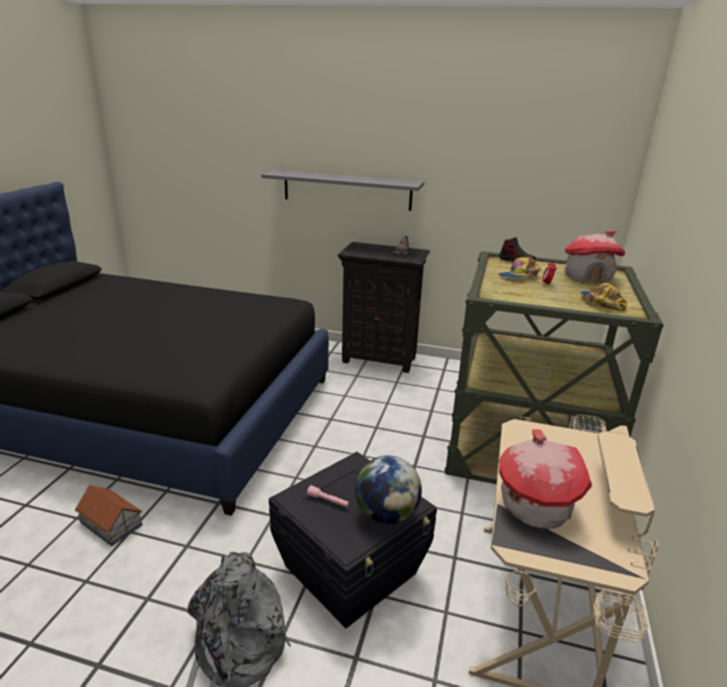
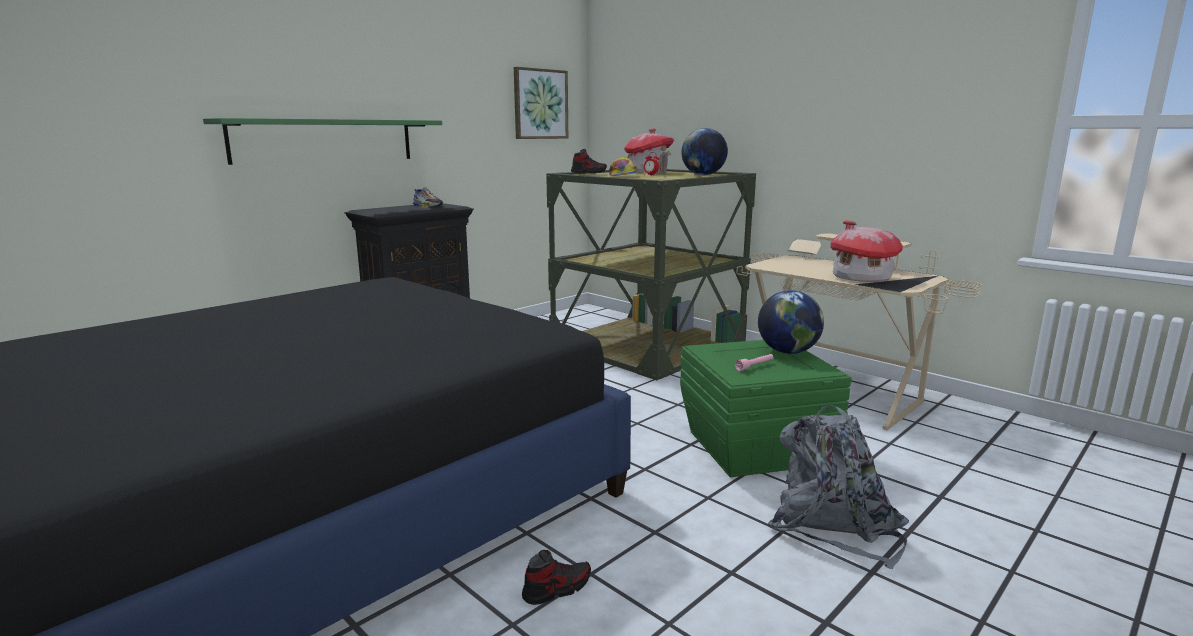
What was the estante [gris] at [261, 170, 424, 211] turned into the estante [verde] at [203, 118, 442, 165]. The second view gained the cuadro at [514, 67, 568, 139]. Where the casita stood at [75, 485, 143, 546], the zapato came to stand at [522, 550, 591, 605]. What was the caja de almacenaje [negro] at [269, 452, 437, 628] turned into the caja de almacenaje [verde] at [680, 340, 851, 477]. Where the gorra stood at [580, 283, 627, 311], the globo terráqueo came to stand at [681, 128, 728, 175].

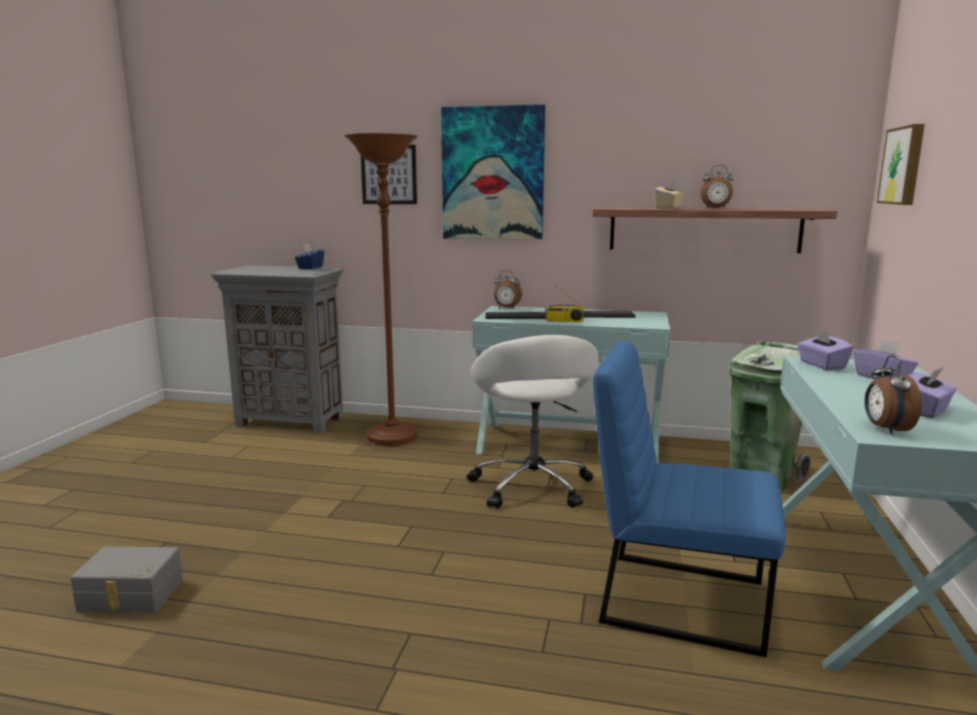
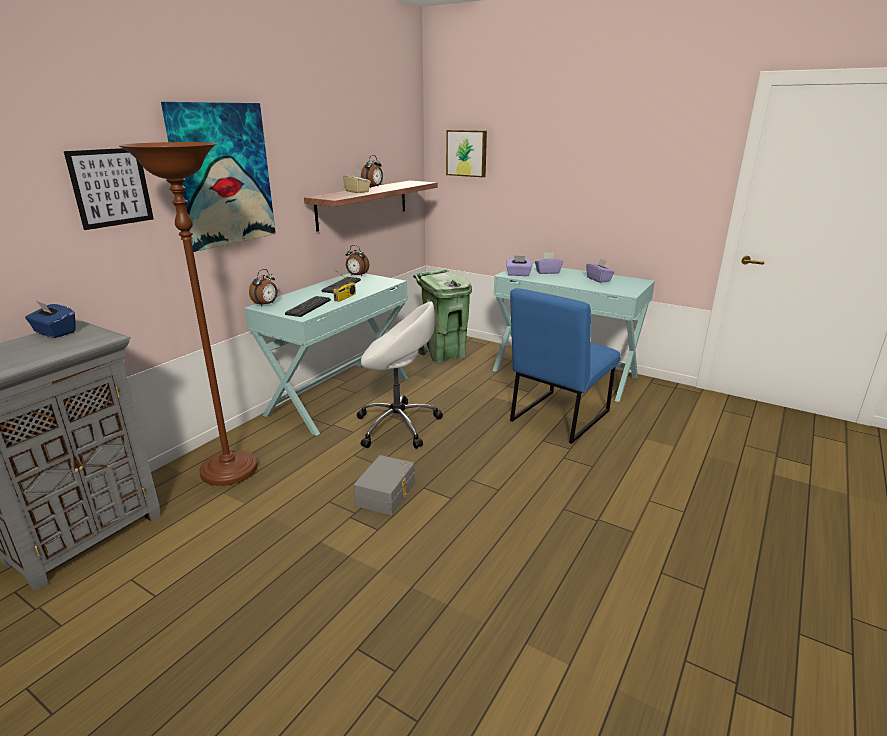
The despertador ended up elsewhere, having gone from [865, 355, 921, 435] to [346, 245, 369, 276]. The caja de almacenaje [gris] ended up elsewhere, having gone from [70, 547, 183, 612] to [354, 455, 415, 515].

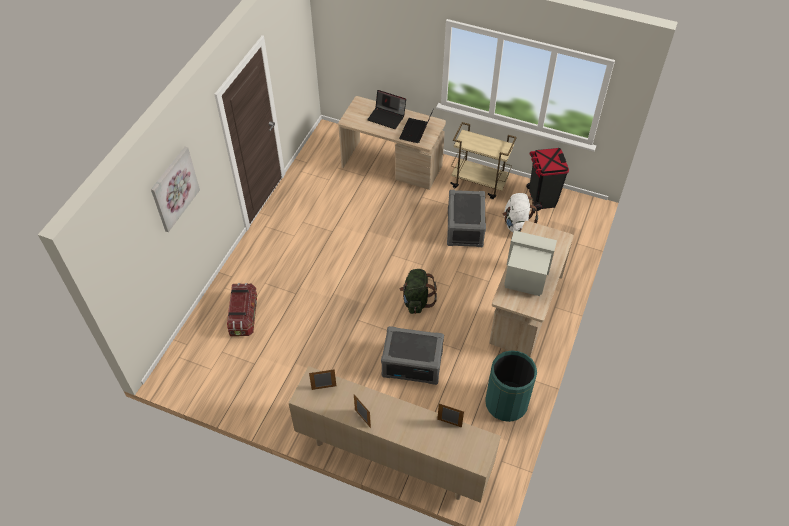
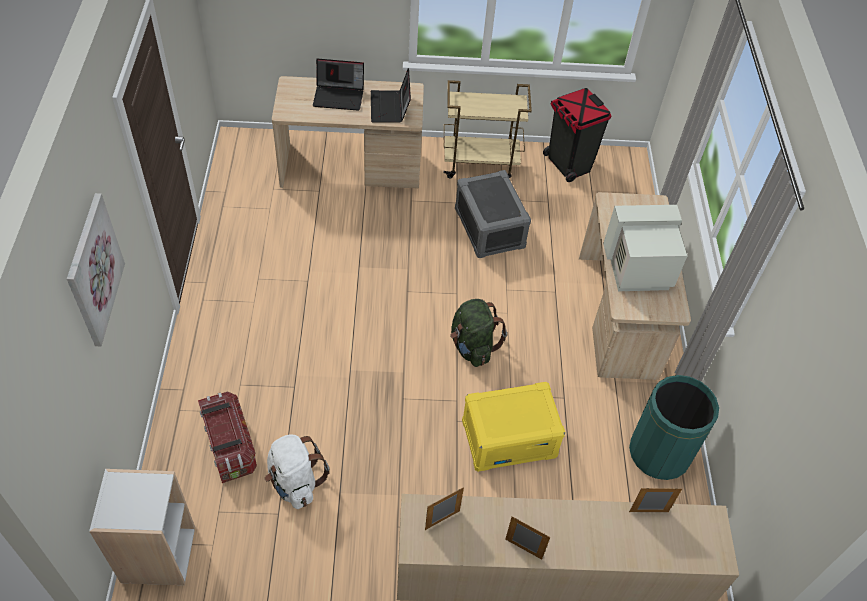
The second view gained the estantería at [89, 469, 195, 585]. The mochila [blanco] ended up elsewhere, having gone from [503, 193, 538, 232] to [265, 435, 329, 509]. What was the caja de almacenaje [gris] at [381, 326, 444, 385] turned into the caja de almacenaje [amarillo] at [462, 382, 566, 472].

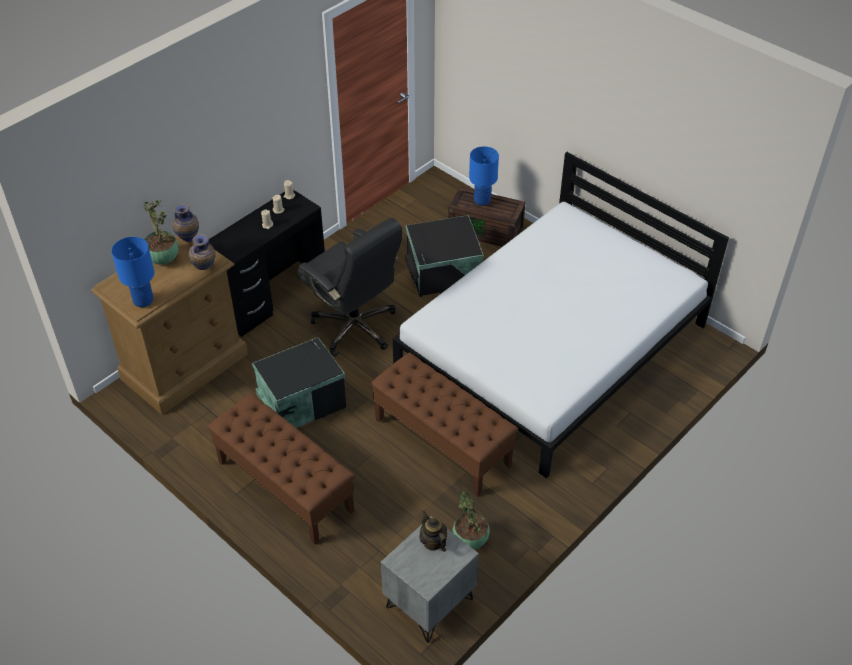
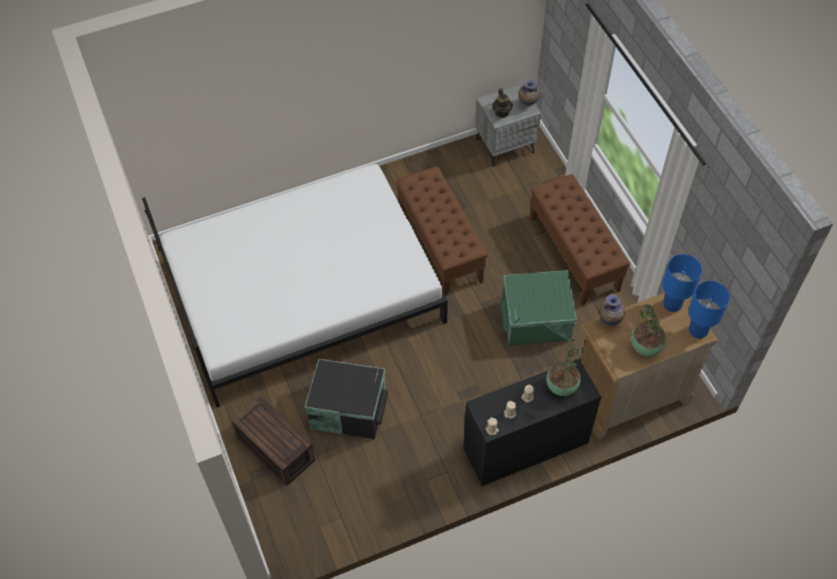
What was the caja de almacenaje [negro] at [252, 337, 346, 428] turned into the caja de almacenaje [verde] at [500, 270, 577, 346]. The florero ended up elsewhere, having gone from [173, 204, 199, 242] to [519, 79, 540, 106]. The planta en maceta ended up elsewhere, having gone from [453, 492, 490, 549] to [546, 339, 582, 396]. The lámpara de mesa [azul] ended up elsewhere, having gone from [469, 146, 499, 206] to [688, 281, 730, 339]. The second view lost the silla de oficina [negro] at [298, 218, 402, 357].

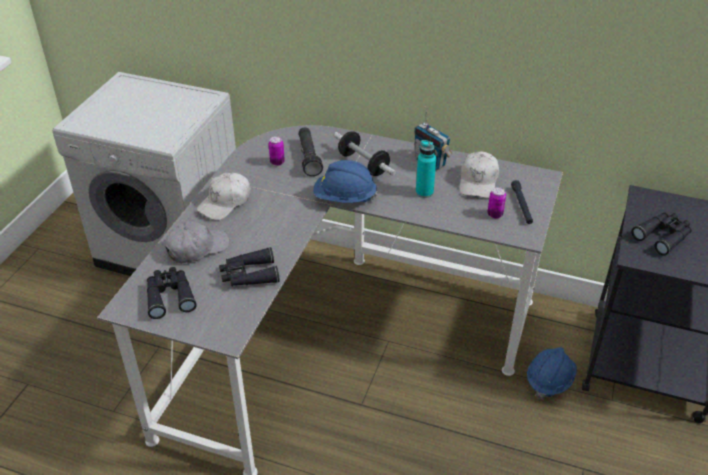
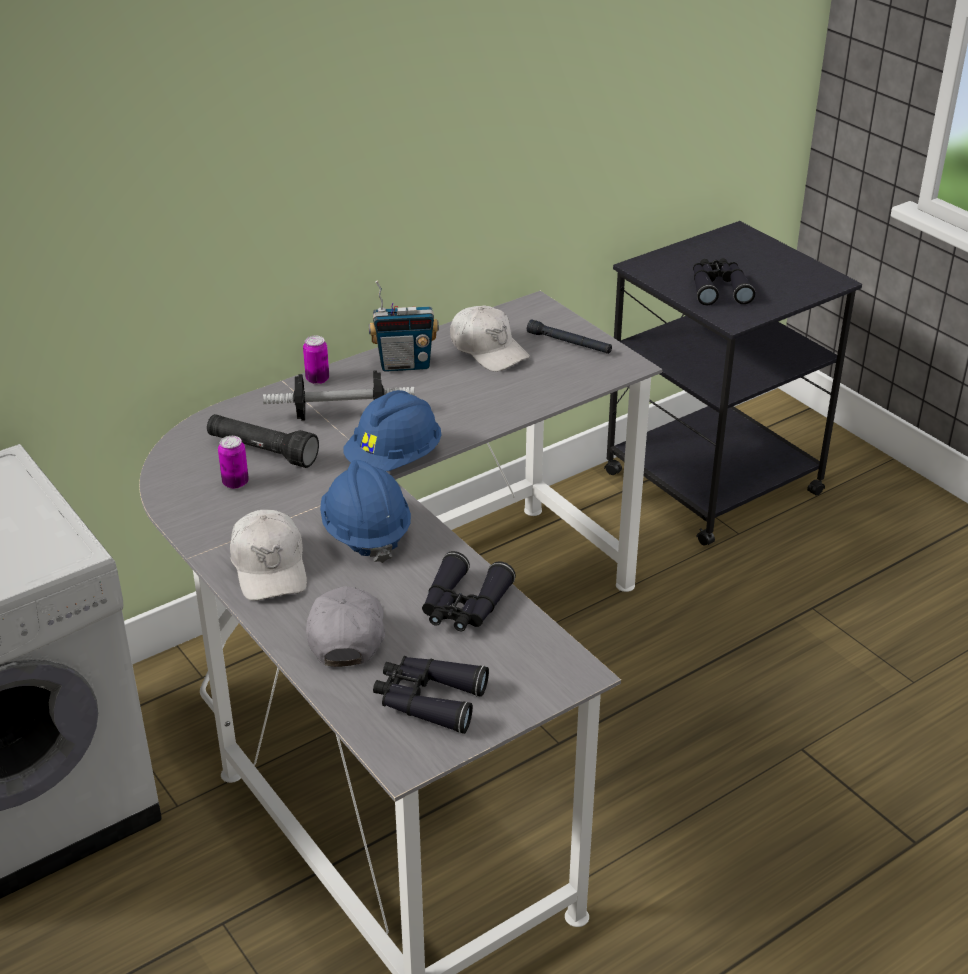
The lata ended up elsewhere, having gone from [487, 187, 506, 219] to [303, 336, 329, 384]. The casco [azul] ended up elsewhere, having gone from [527, 347, 577, 400] to [320, 460, 411, 563]. The second view lost the botella [turquesa] at [416, 140, 436, 198].

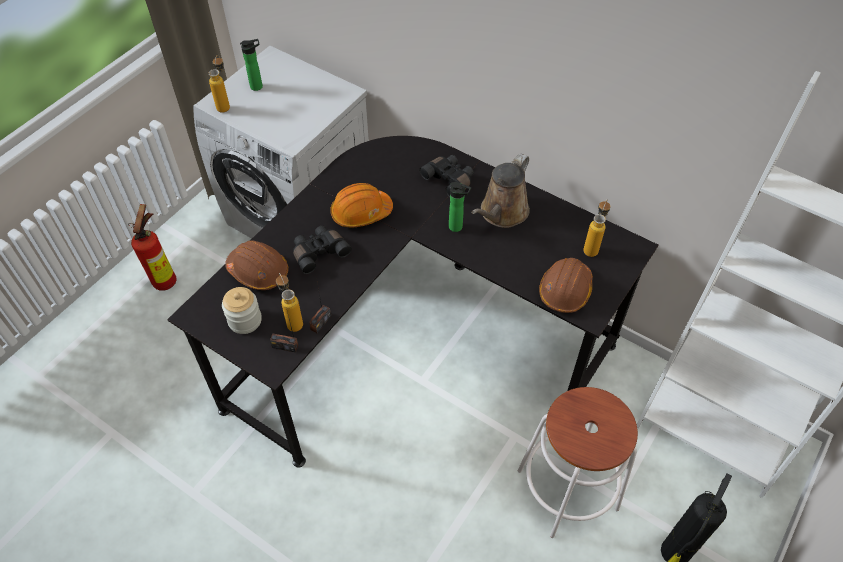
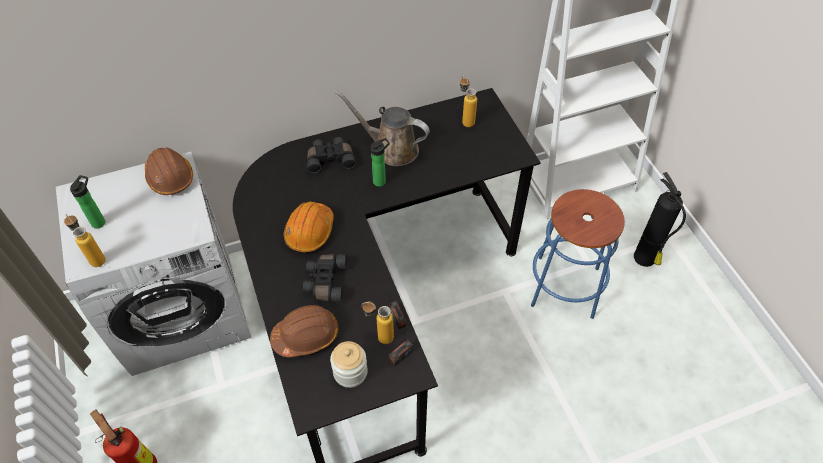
The casco [marrón] ended up elsewhere, having gone from [539, 258, 593, 313] to [145, 147, 193, 195]. The regadera [marrón] at [471, 154, 530, 228] ended up facing another way, 135 degrees clockwise from before. What was the taburete [blanco] at [518, 387, 638, 538] turned into the taburete [azul] at [531, 189, 625, 319].

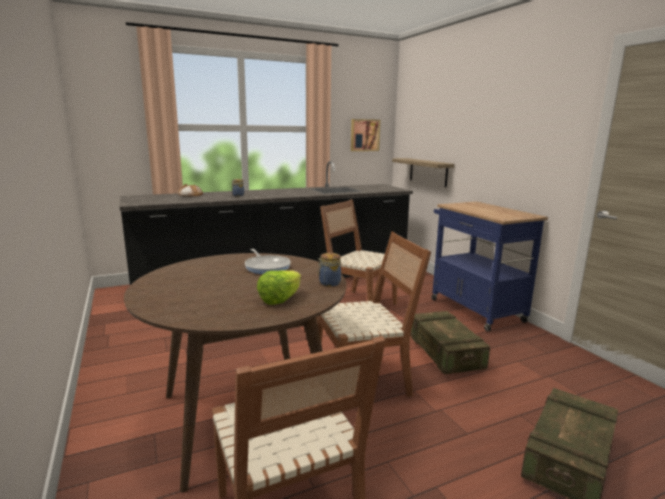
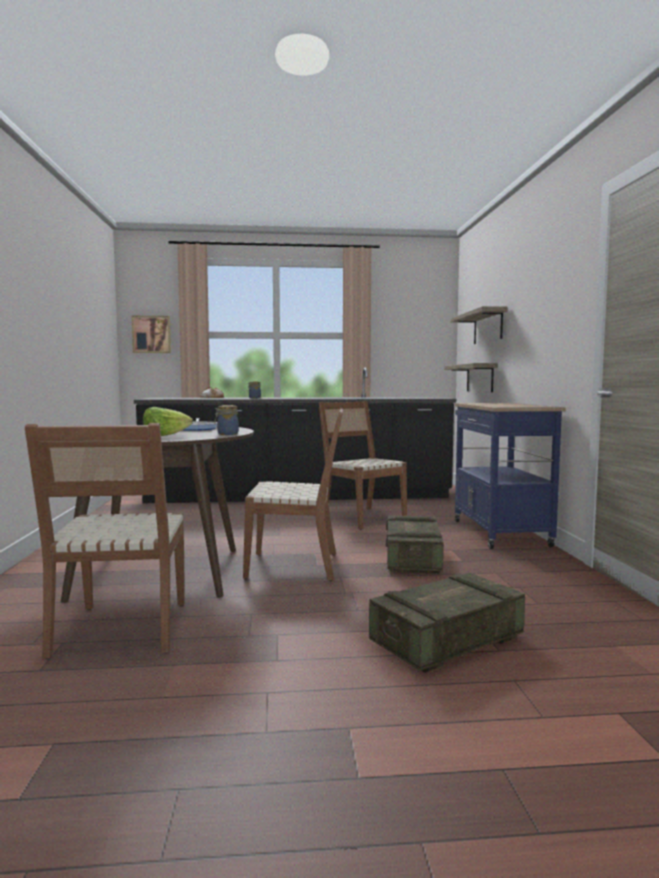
The cuadro ended up elsewhere, having gone from [351, 119, 380, 151] to [132, 316, 171, 353]. The second view gained the estante at [451, 306, 508, 344].

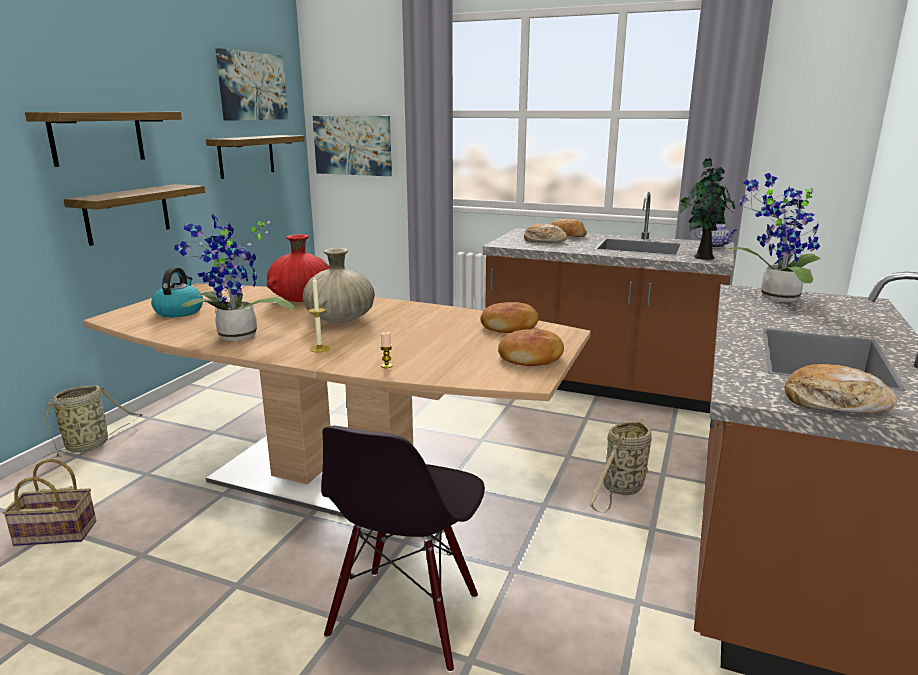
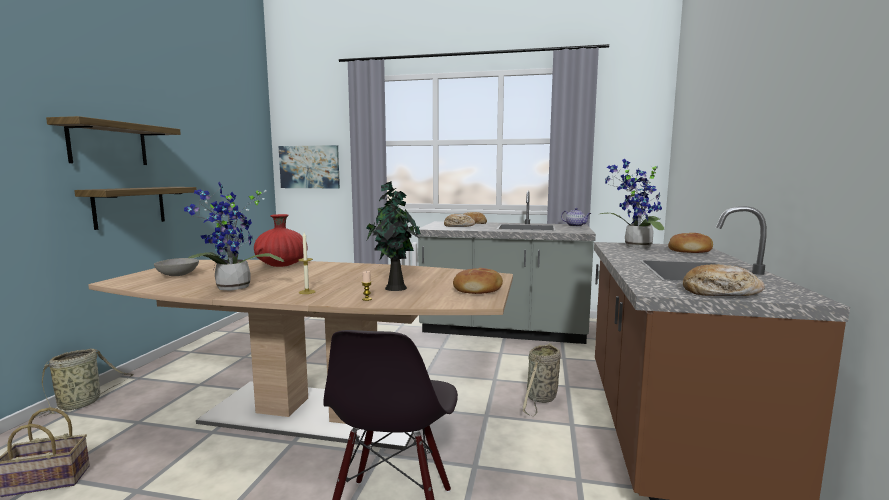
Where the hervidor stood at [151, 267, 203, 317], the cuenco [gris] came to stand at [154, 258, 199, 276]. The planta en maceta ended up elsewhere, having gone from [680, 158, 736, 260] to [366, 181, 421, 291]. What was the mueble bajo de cocina [marrón] at [483, 192, 734, 413] turned into the mueble bajo de cocina [gris] at [417, 191, 596, 344]. The pan ended up elsewhere, having gone from [480, 302, 539, 333] to [668, 233, 713, 253]. The second view lost the estante at [206, 135, 305, 179]. The second view lost the cuadro at [215, 48, 288, 121]. The second view lost the florero [beis] at [302, 248, 375, 323].

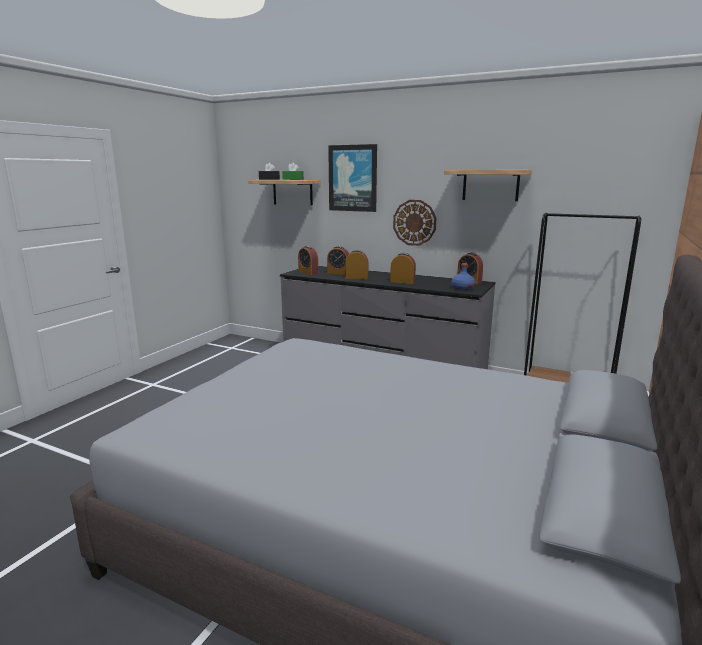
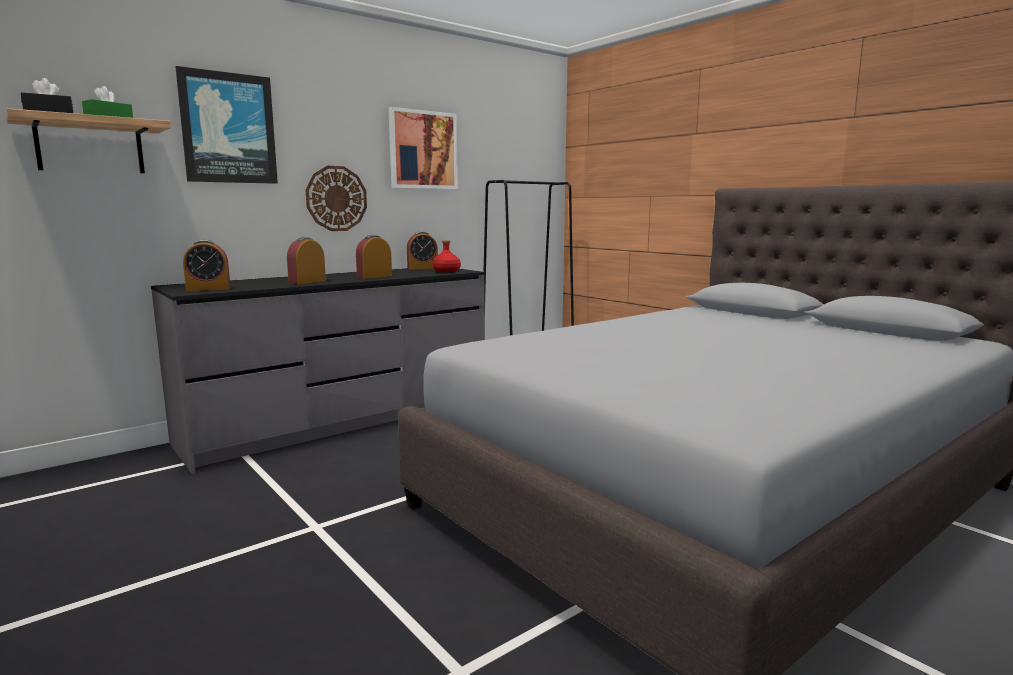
Where the estante hung at [444, 170, 533, 201], the cuadro came to hang at [388, 107, 458, 189]. What was the botella [azul] at [452, 263, 475, 290] turned into the botella [rojo] at [432, 240, 461, 272]. The second view lost the despertador at [327, 246, 349, 275].

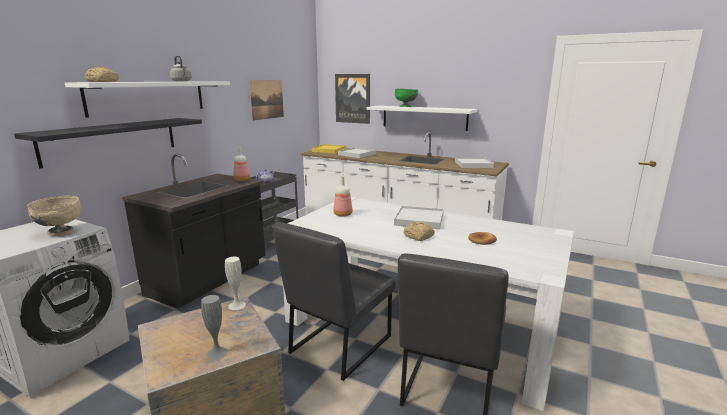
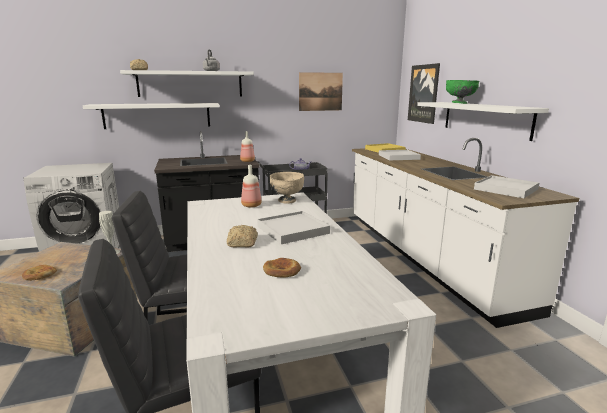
Where the florero [gris] stood at [201, 295, 228, 360], the pan came to stand at [22, 265, 57, 281]. What was the estante [negro] at [14, 118, 202, 169] turned into the estante [blanco] at [83, 103, 219, 129]. The cuenco [beis] ended up elsewhere, having gone from [27, 196, 81, 236] to [270, 172, 304, 204].

